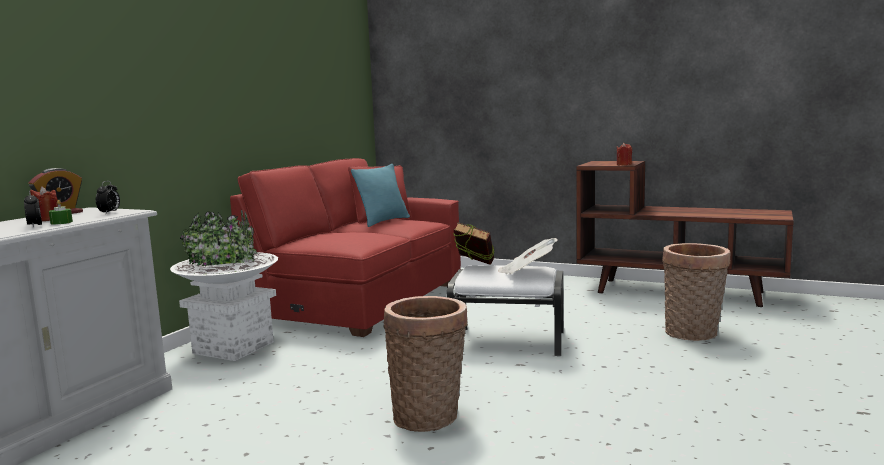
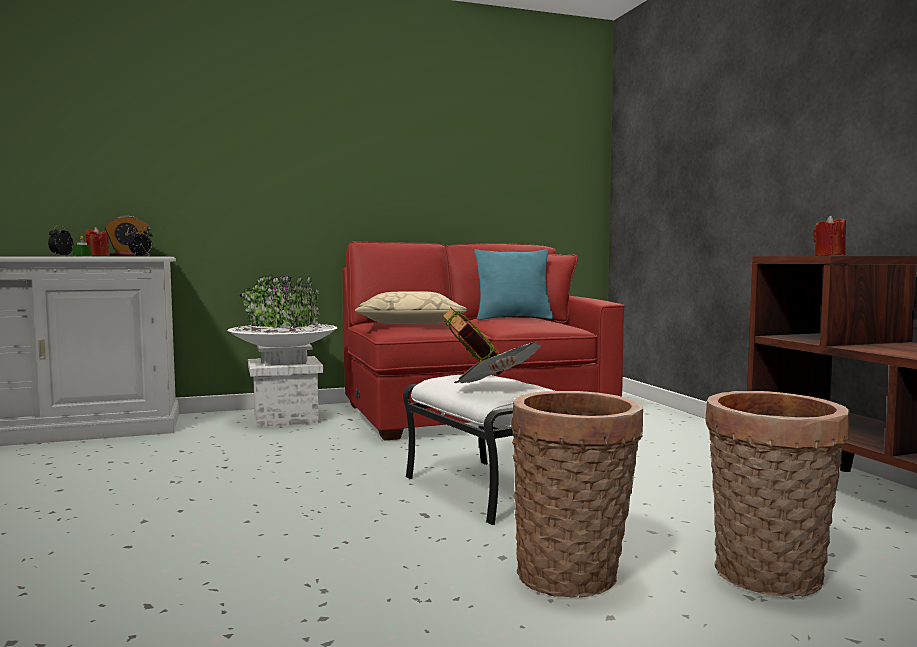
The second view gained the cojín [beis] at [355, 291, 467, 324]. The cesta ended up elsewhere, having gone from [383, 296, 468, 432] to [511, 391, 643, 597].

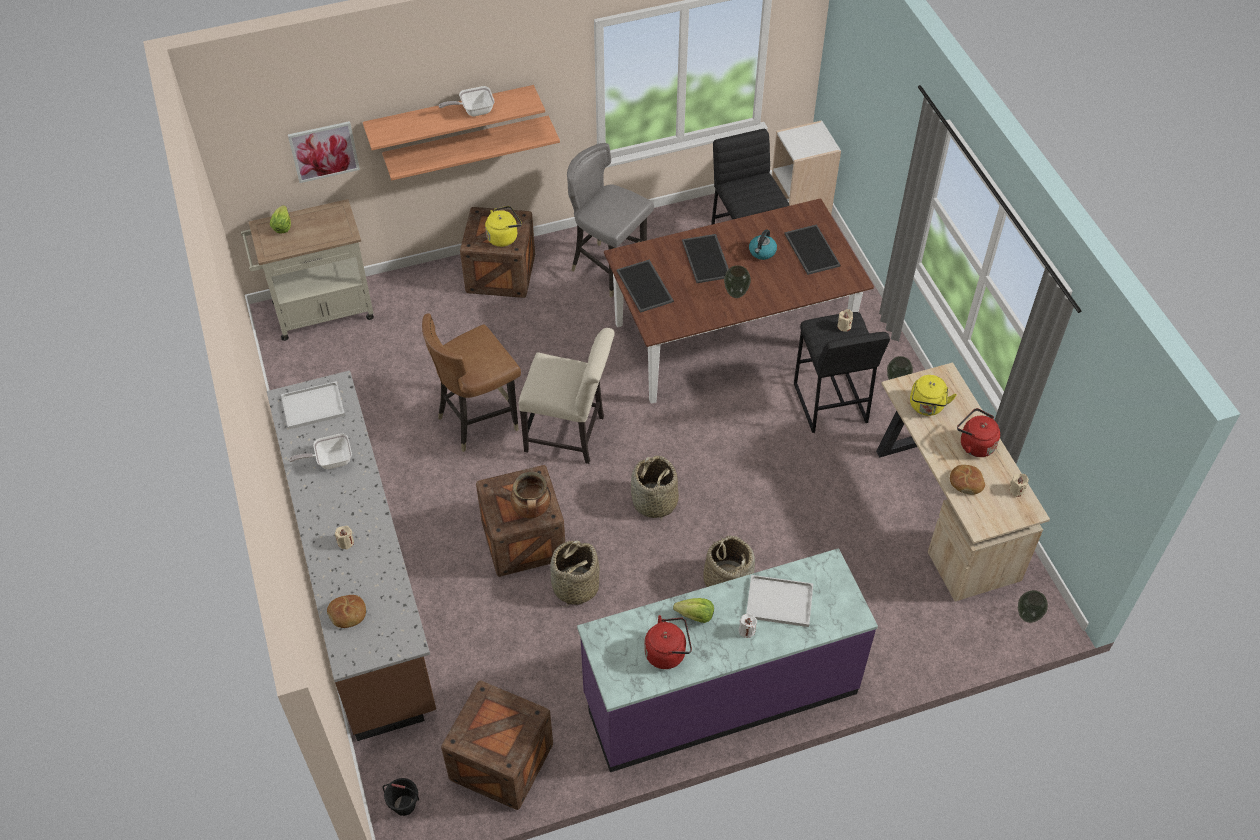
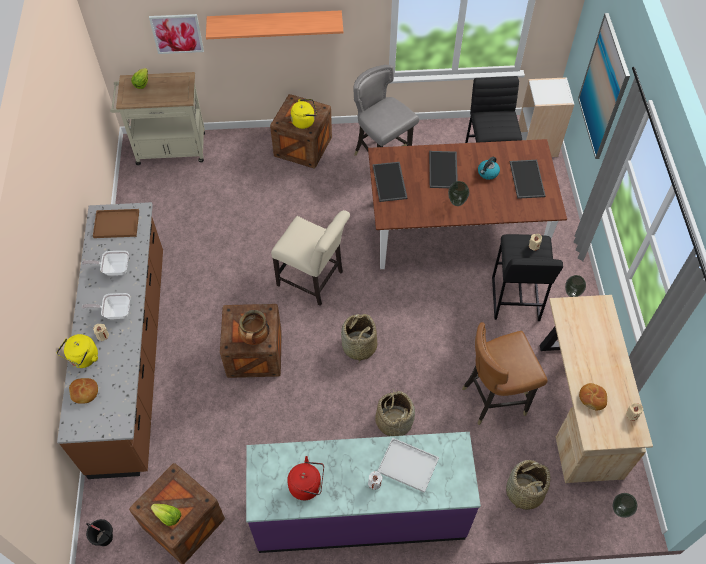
The hervidor [amarillo] ended up elsewhere, having gone from [910, 375, 957, 416] to [56, 334, 98, 368]. The sartén ended up elsewhere, having gone from [439, 86, 495, 117] to [82, 293, 130, 319]. What was the bandeja [blanco] at [281, 381, 345, 429] turned into the bandeja [marrón] at [93, 209, 139, 238]. The lechuga ended up elsewhere, having gone from [673, 598, 714, 623] to [151, 504, 181, 526]. The silla [marrón] ended up elsewhere, having gone from [422, 313, 521, 452] to [462, 322, 548, 425]. The cesta ended up elsewhere, having gone from [550, 540, 600, 607] to [506, 460, 550, 510]. The second view gained the cuadro at [578, 13, 630, 159]. The second view lost the estante at [382, 115, 560, 181]. The second view lost the hervidor [rojo] at [957, 408, 1000, 457].

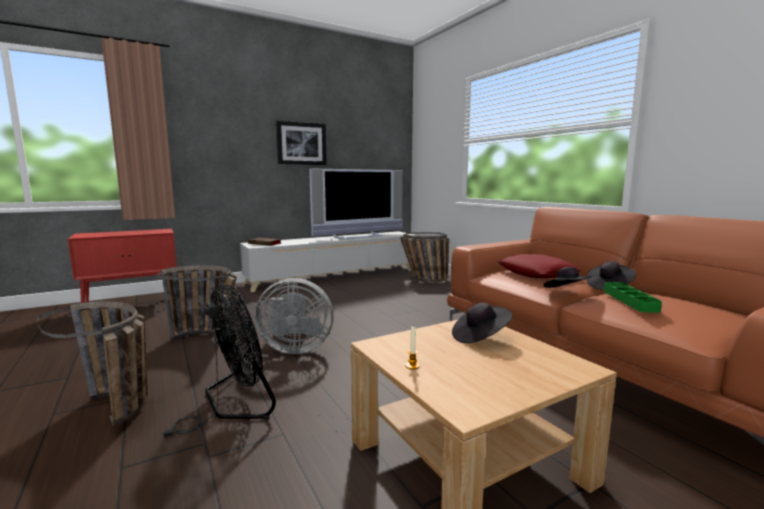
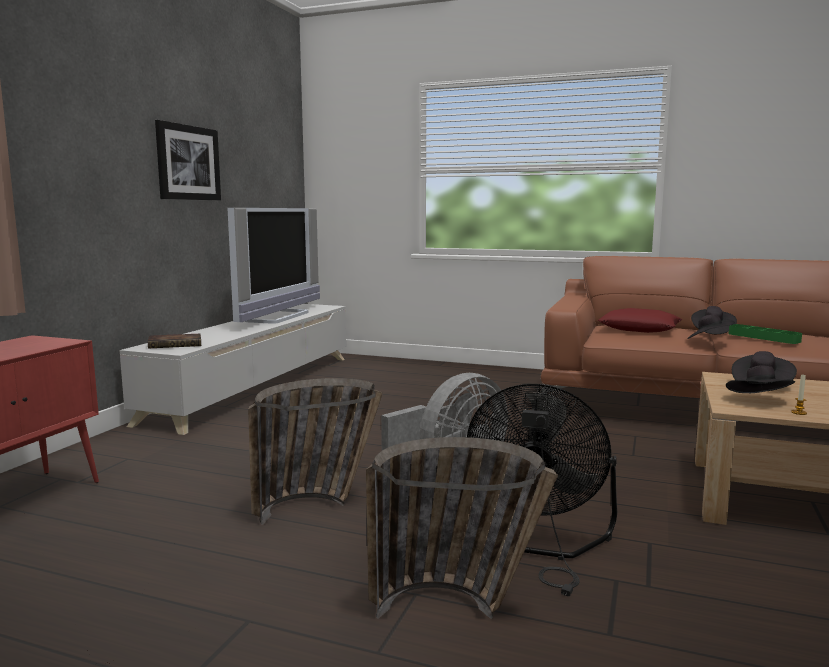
The second view gained the sombrero [negro] at [726, 365, 795, 393]. The second view lost the cesta at [400, 232, 449, 283].

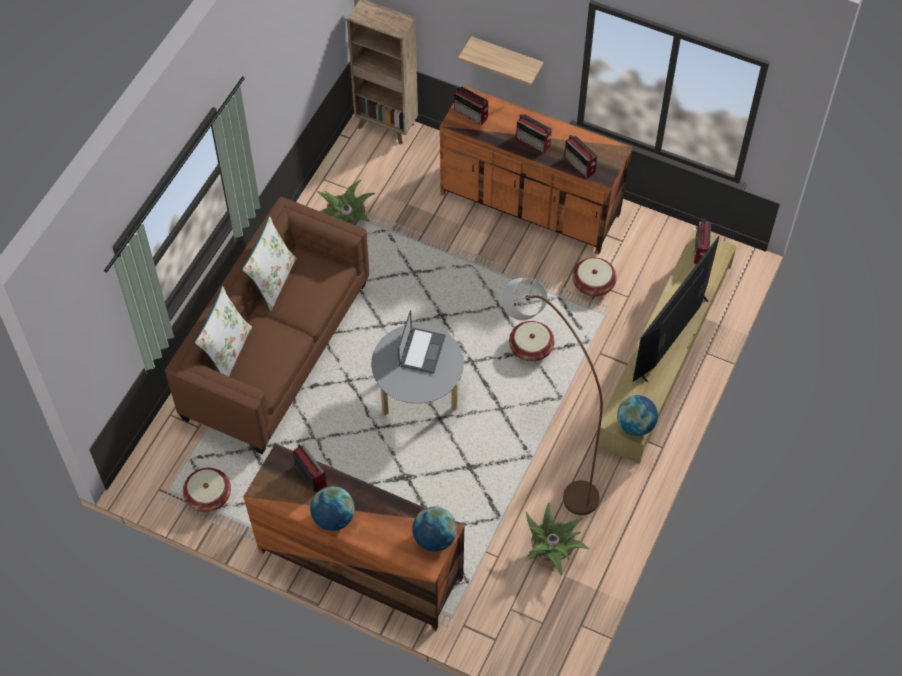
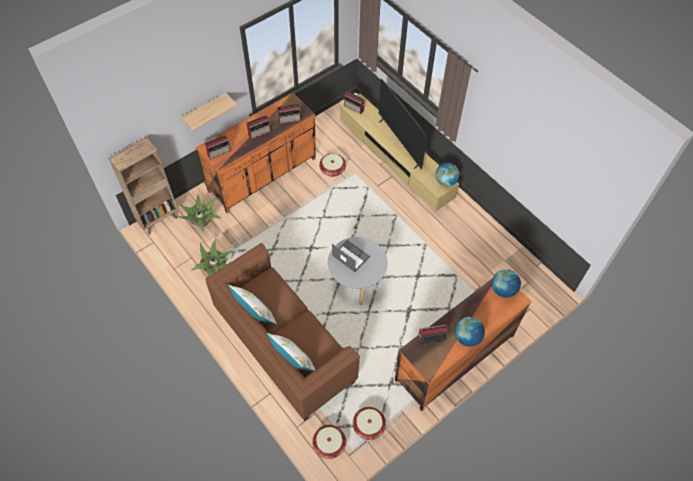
The planta en maceta ended up elsewhere, having gone from [524, 502, 589, 575] to [177, 195, 221, 231]. The cesta ended up elsewhere, having gone from [509, 321, 554, 362] to [312, 425, 346, 459]. The second view lost the lámpara de pie [marrón] at [502, 278, 603, 515].

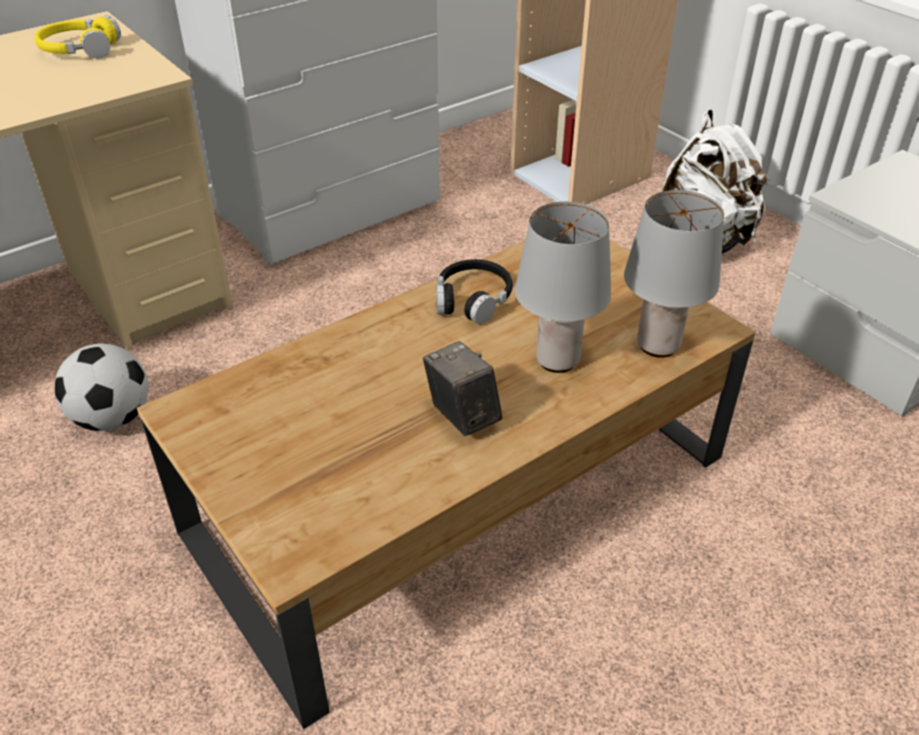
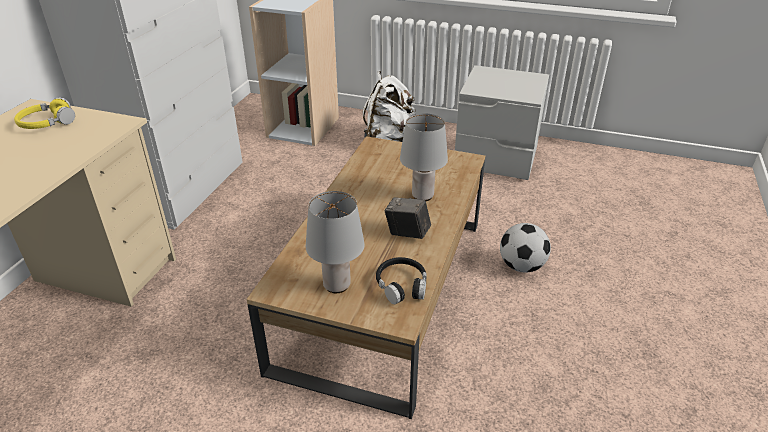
The lámpara de mesa [gris] ended up elsewhere, having gone from [624, 190, 724, 358] to [306, 191, 365, 293]. The auriculares [negro] ended up elsewhere, having gone from [436, 259, 513, 324] to [376, 257, 426, 304]. The balón de fútbol ended up elsewhere, having gone from [54, 344, 148, 431] to [500, 223, 551, 272].

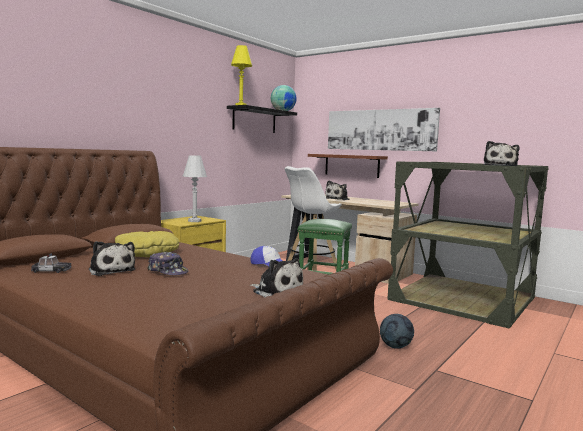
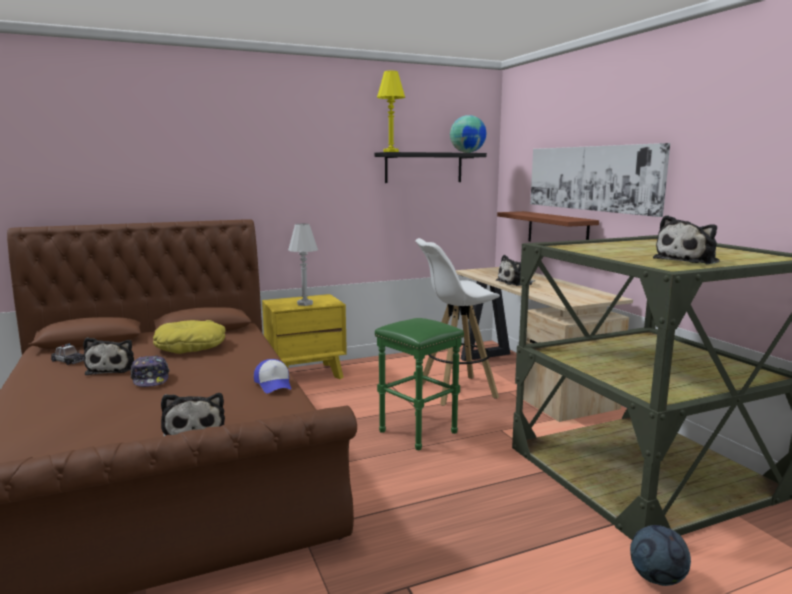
The balón de fútbol ended up elsewhere, having gone from [380, 314, 414, 349] to [630, 525, 691, 586].

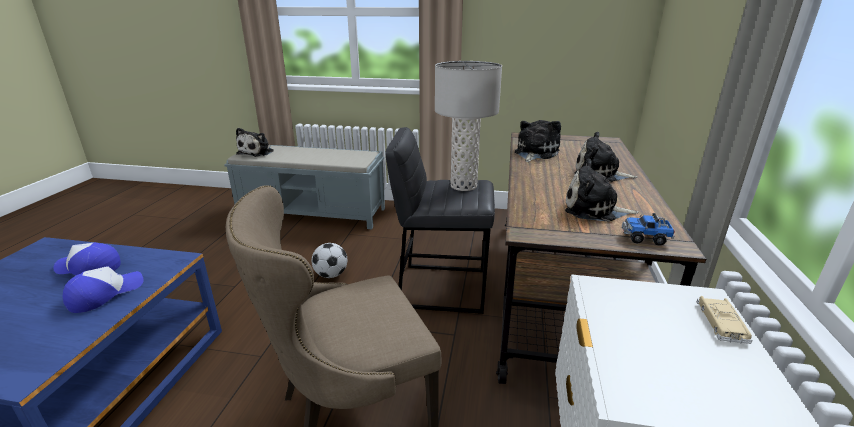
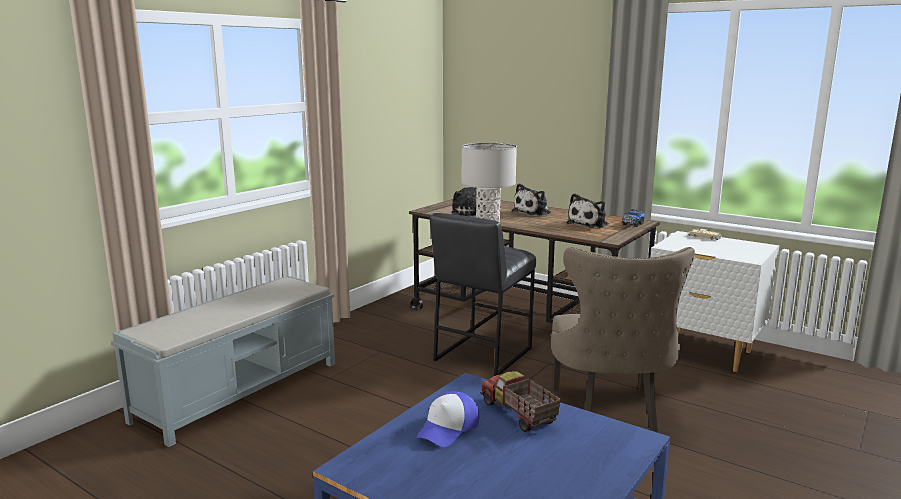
Where the gorra stood at [62, 266, 144, 313], the camión de juguete came to stand at [481, 371, 561, 432]. The second view lost the peluche at [236, 128, 274, 157]. The second view lost the balón de fútbol at [312, 243, 348, 278].

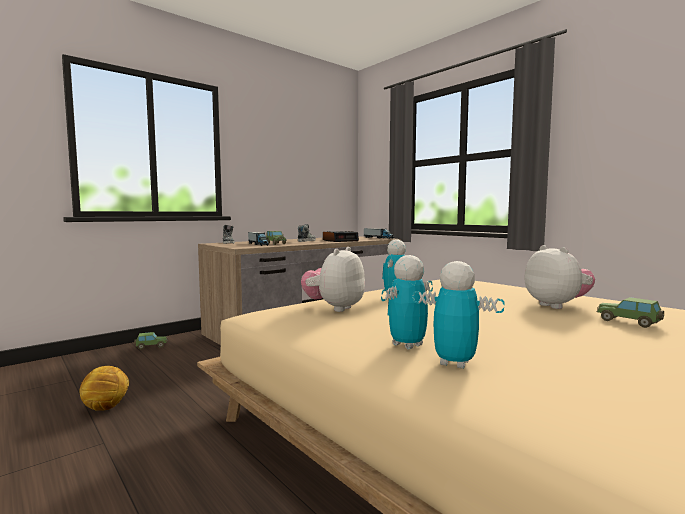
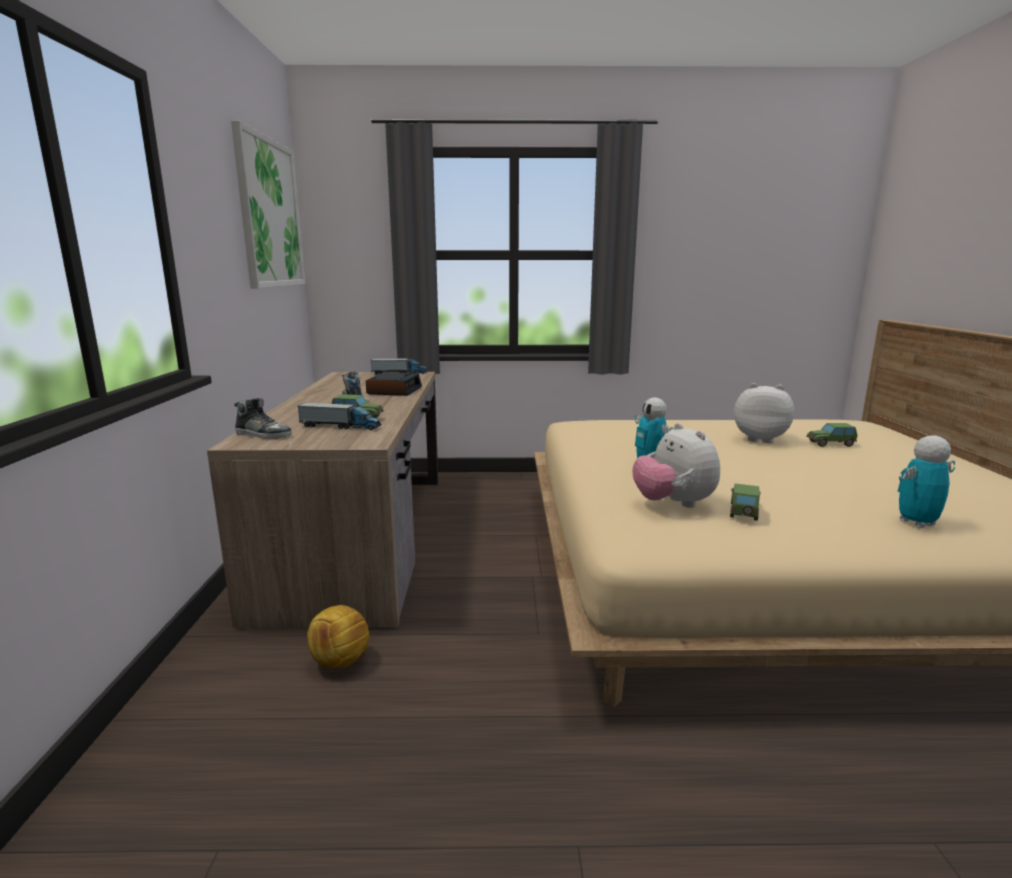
The second view gained the cuadro at [231, 120, 305, 288]. The balón de fútbol ended up elsewhere, having gone from [79, 366, 129, 411] to [307, 605, 369, 668]. The coche de juguete ended up elsewhere, having gone from [134, 332, 168, 349] to [730, 483, 761, 521]. The second view lost the robot de juguete at [381, 255, 433, 350].

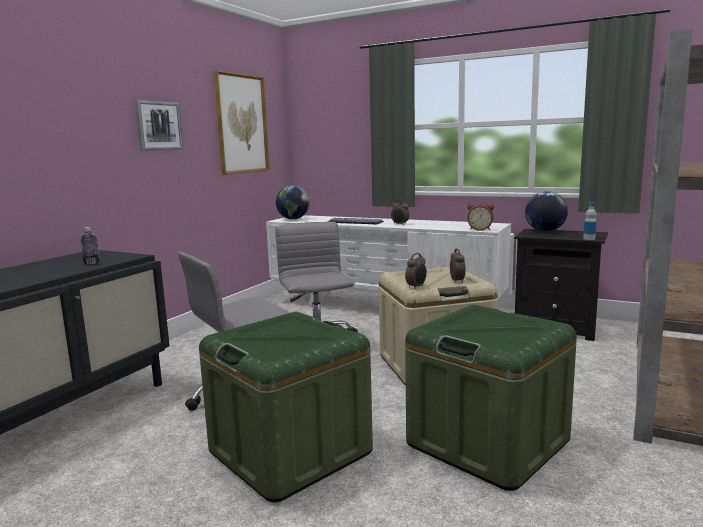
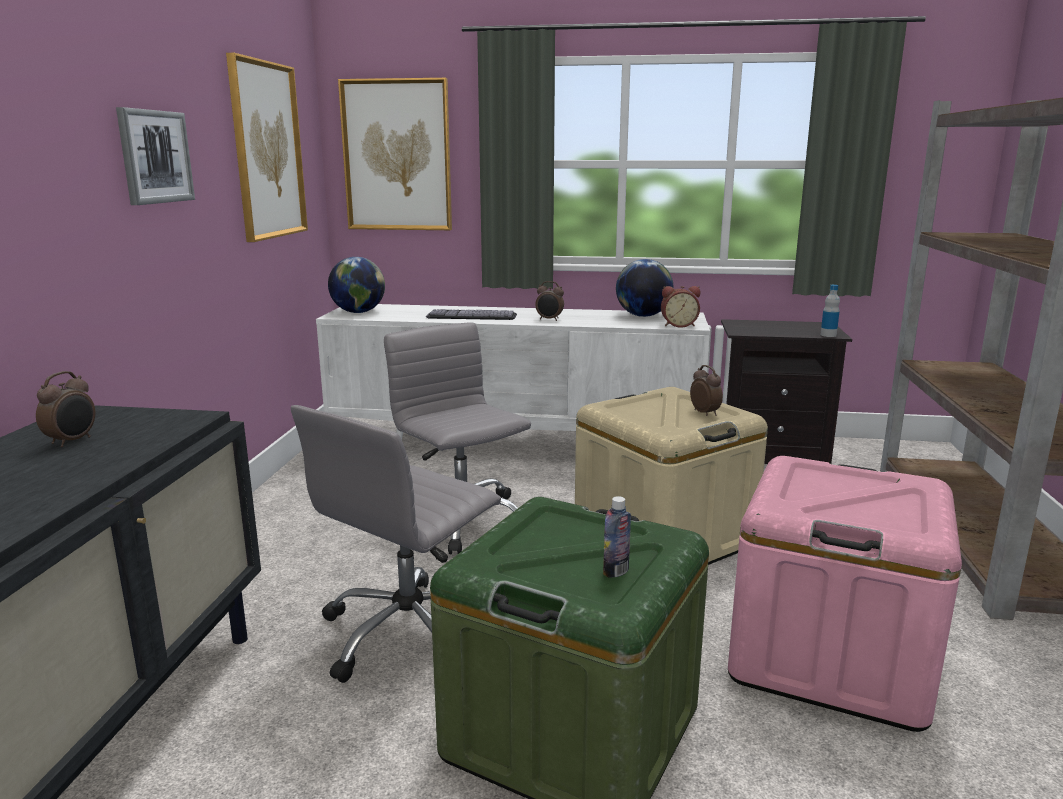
The despertador ended up elsewhere, having gone from [405, 253, 427, 289] to [36, 371, 95, 447]. The second view gained the cuadro at [338, 78, 452, 230]. The botella ended up elsewhere, having gone from [80, 227, 100, 264] to [603, 496, 631, 578]. The globo terráqueo ended up elsewhere, having gone from [525, 191, 568, 232] to [616, 259, 674, 317]. What was the caja de almacenaje [verde] at [405, 305, 577, 491] turned into the caja de almacenaje [rosa] at [728, 456, 962, 732].

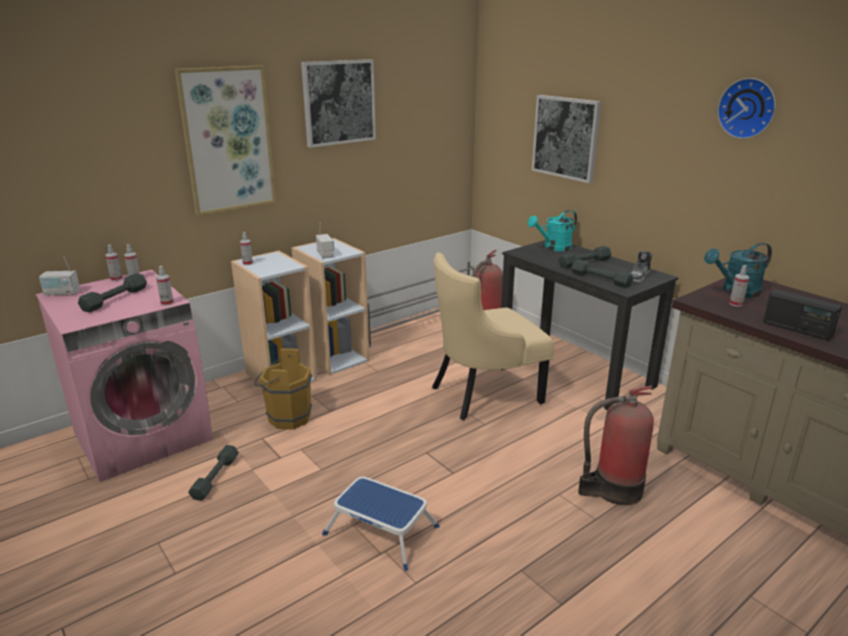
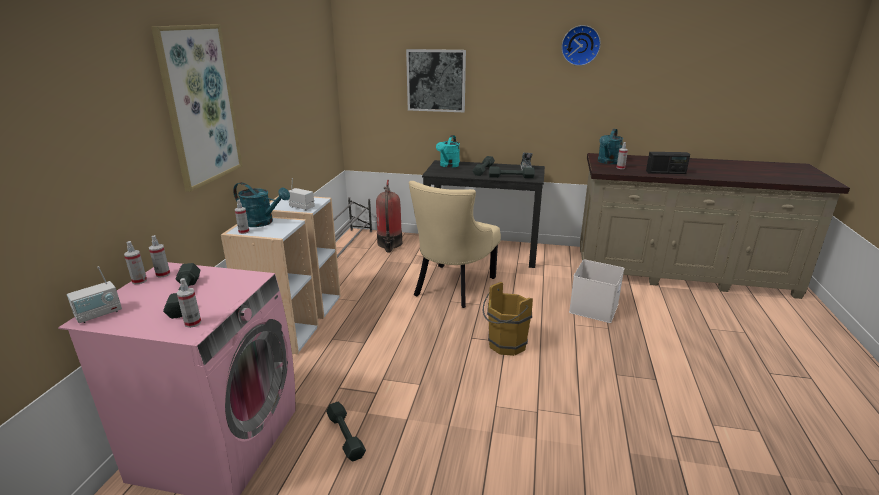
The pulverizador ended up elsewhere, having gone from [156, 266, 174, 306] to [177, 278, 201, 328]. The second view gained the regadera [turquesa] at [233, 182, 290, 227]. The cubo [marrón] ended up elsewhere, having gone from [254, 348, 312, 430] to [483, 282, 533, 356]. Where the extintor stood at [578, 386, 654, 505], the caja de almacenaje [blanco] came to stand at [569, 260, 624, 323]. The second view lost the cuadro at [301, 59, 376, 148]. The second view lost the escalera de tijera [azul] at [322, 477, 440, 571].

